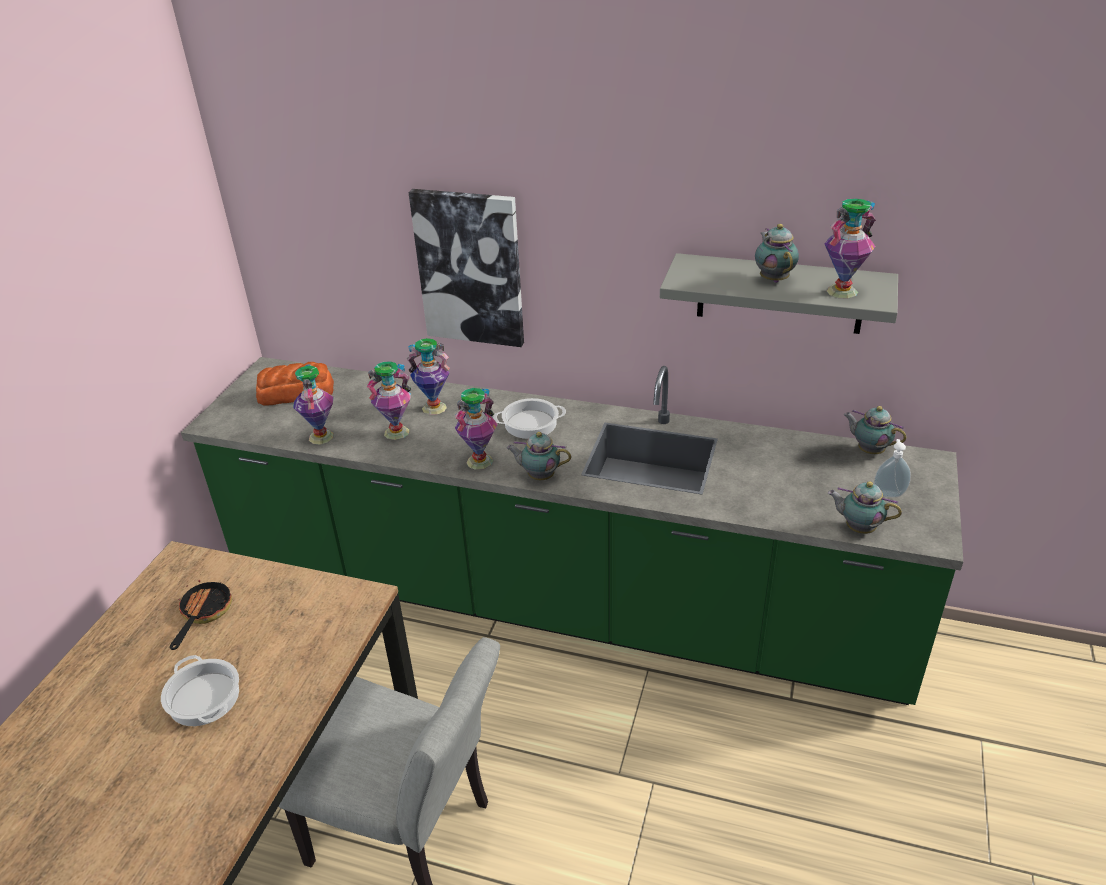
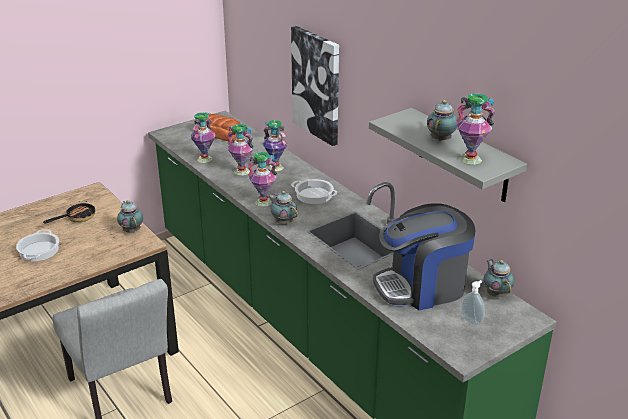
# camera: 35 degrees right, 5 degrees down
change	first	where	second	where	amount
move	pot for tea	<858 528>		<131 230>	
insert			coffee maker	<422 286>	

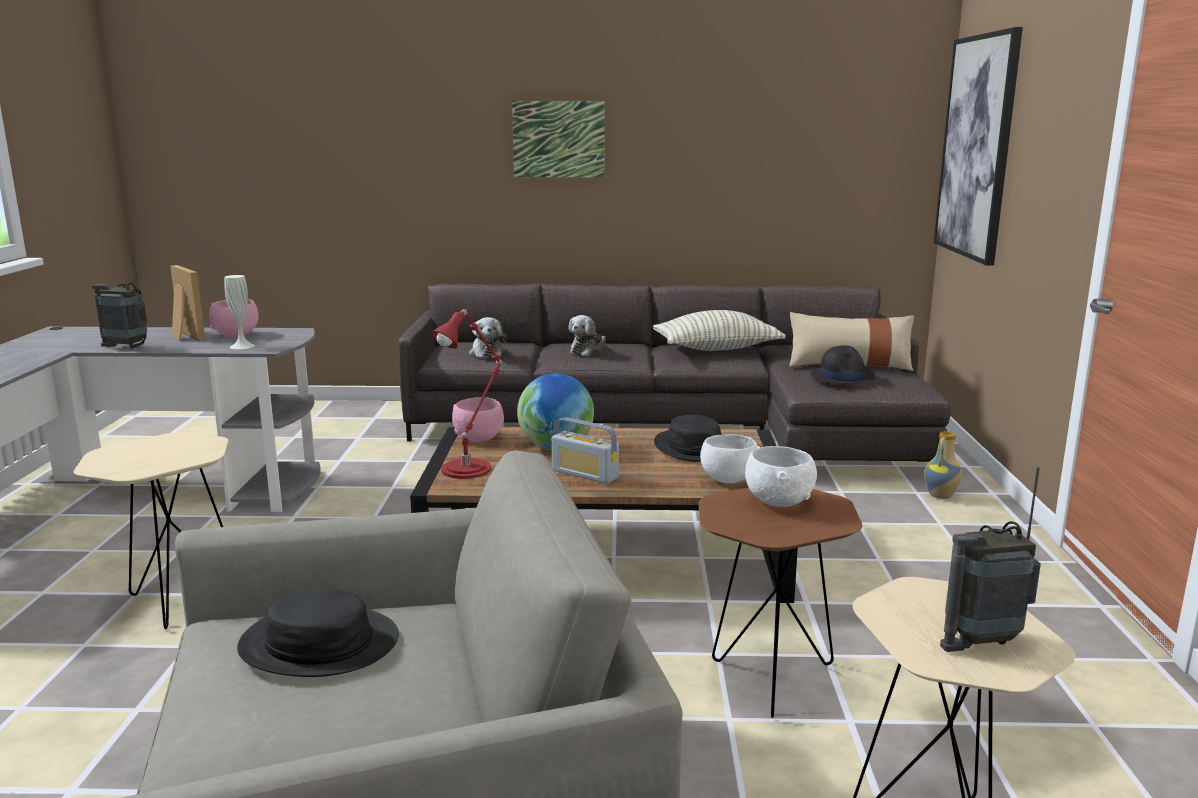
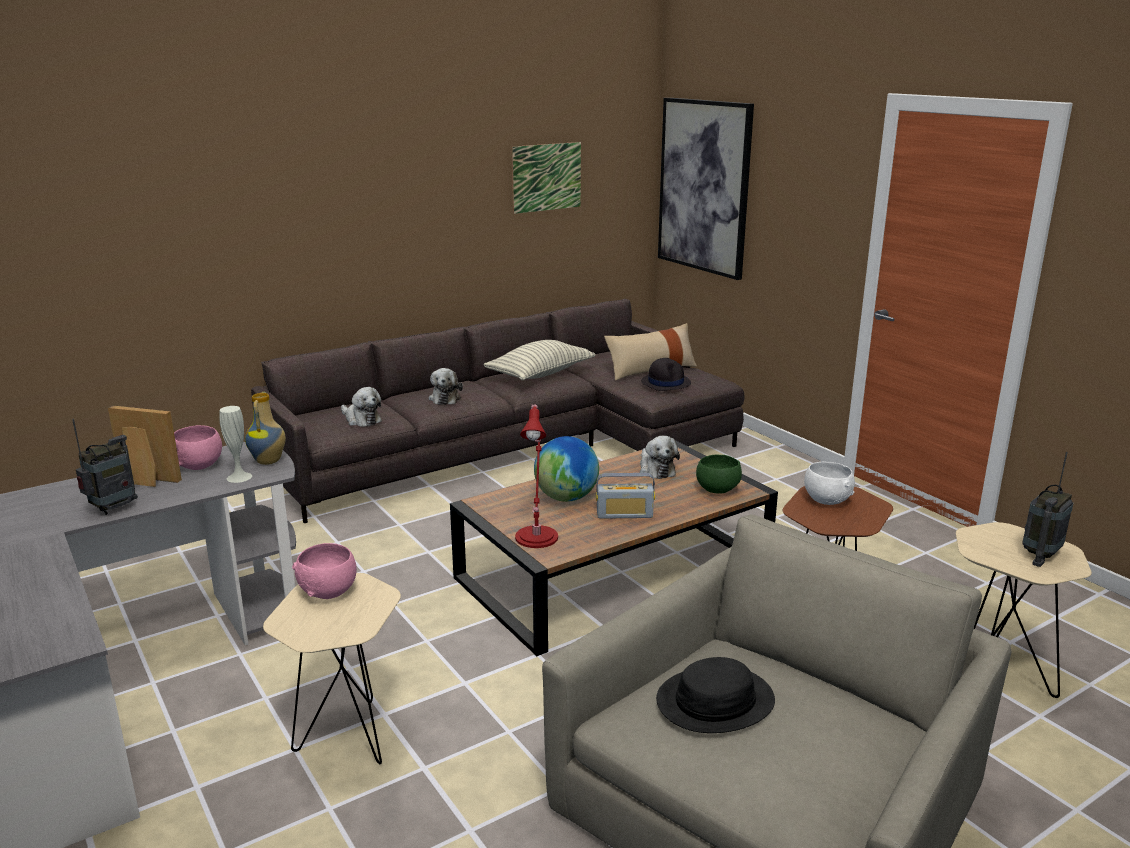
# camera: 35 degrees left, 5 degrees up
change	first	where	second	where	amount
rotate	radio	<127 347>		<113 509>	150 degrees clockwise
move	vase	<941 496>		<269 461>	
move	pink-coloured serving bowl	<479 438>		<329 592>	
move	wall picture	<558 139>		<546 177>	
replace	black clothing hat	<694 447>	soft toy	<656 469>	
recolor	white-coloured serving bowl	<727 479>	green serving bowl	<716 490>	

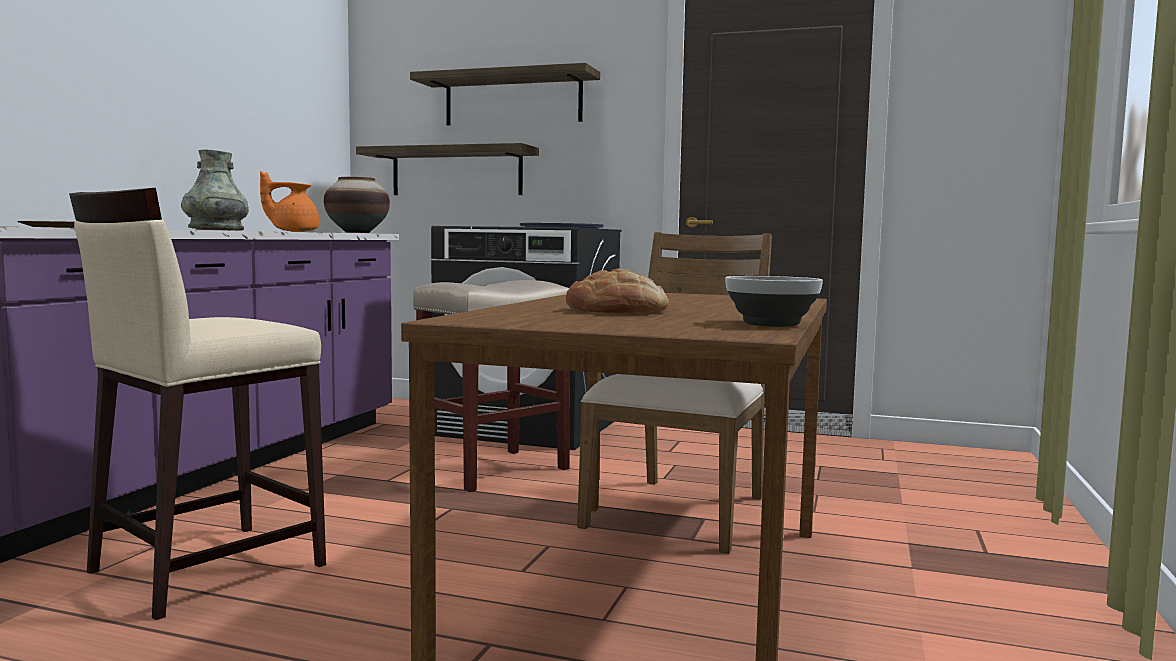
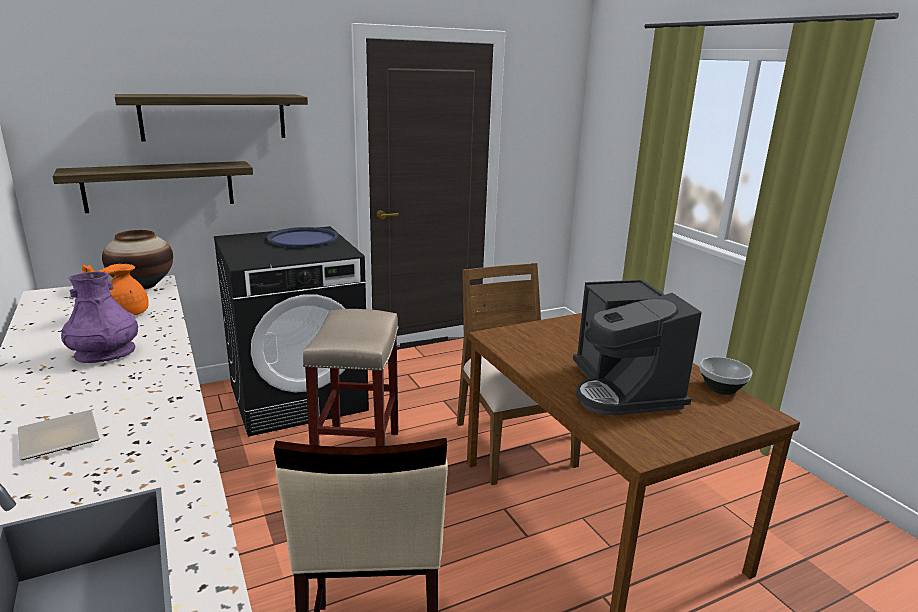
# camera: 45 degrees left, 15 degrees up
change	first	where	second	where	amount
recolor	gray vase	<216 230>	purple vase	<105 354>	
replace	bakery bread	<617 310>	coffee maker	<623 389>	

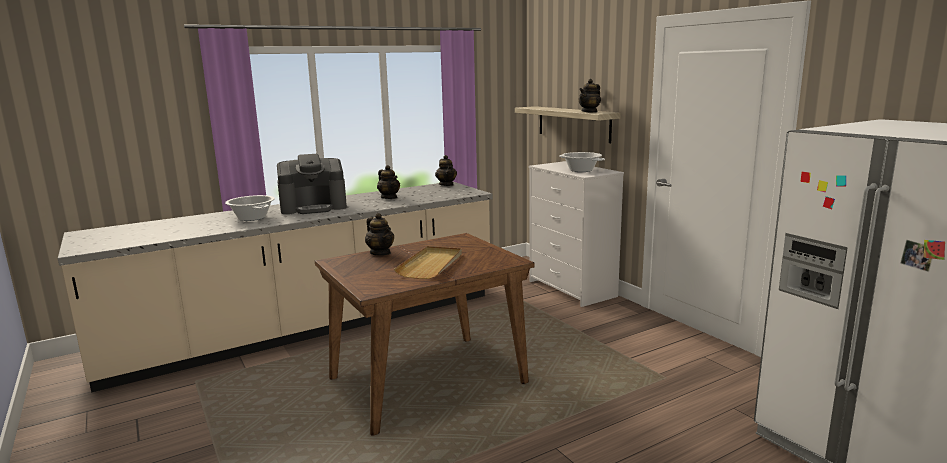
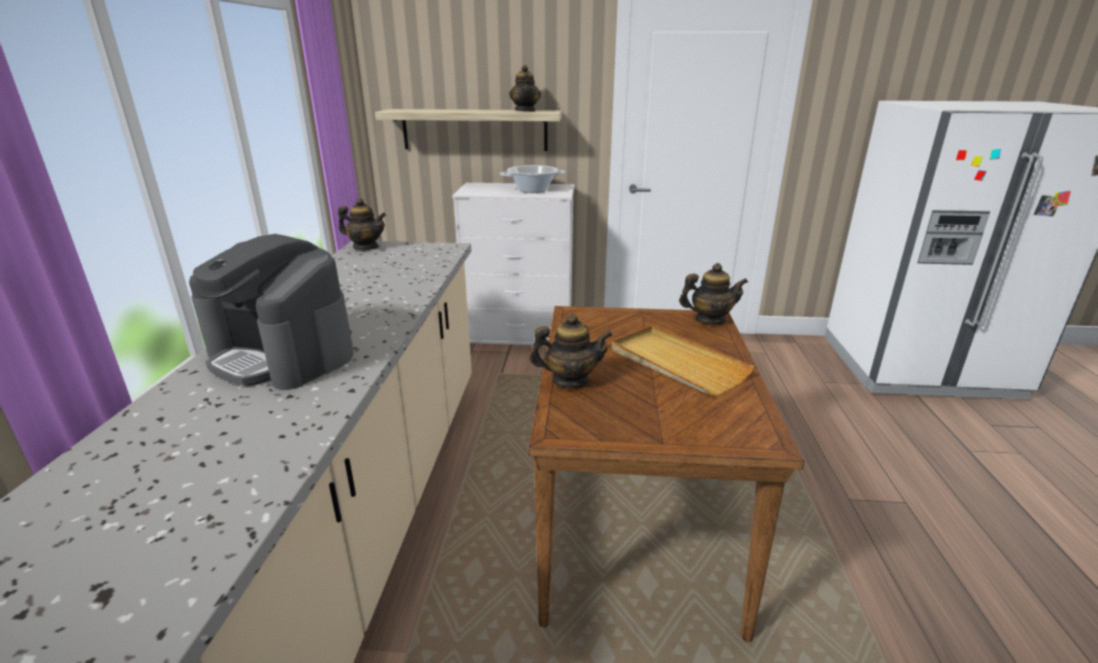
# camera: 55 degrees left, 10 degrees up
change	first	where	second	where	amount
rotate	coffee maker	<314 207>		<282 355>	105 degrees clockwise
move	pot for tea	<389 197>		<709 320>	
delete	stockpot	<252 218>			

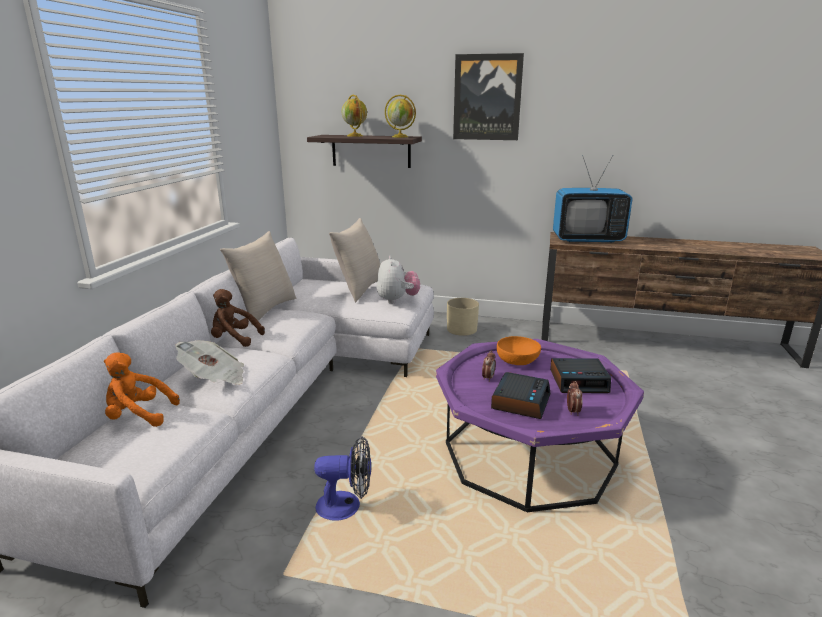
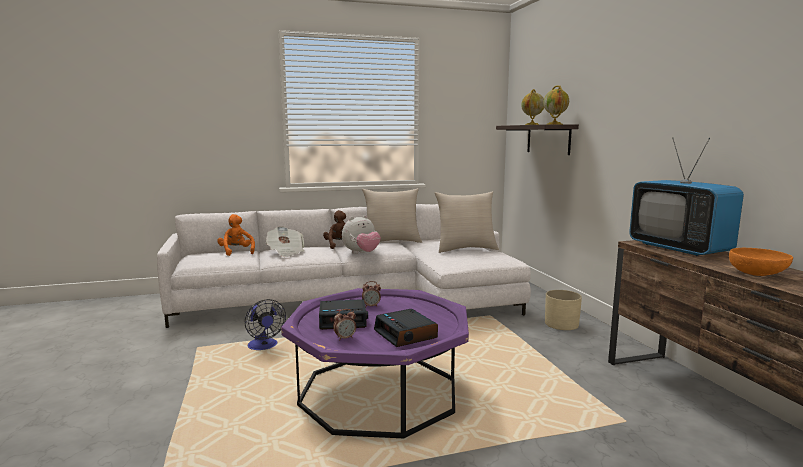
# camera: 60 degrees right, 10 degrees down
change	first	where	second	where	amount
move	soft toy	<397 300>		<361 253>	
move	orange-coloured serving bowl	<517 361>		<758 274>	
delete	wall picture	<487 97>			

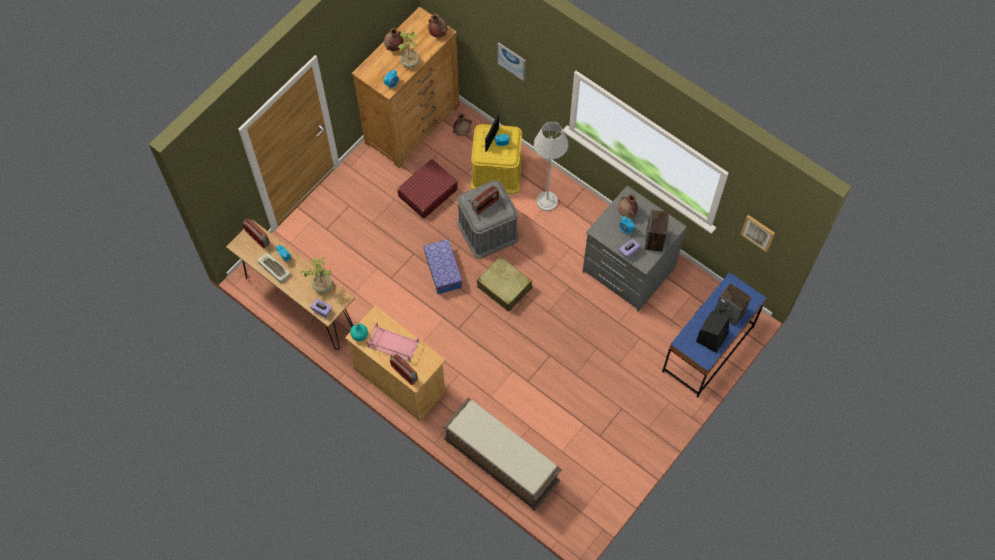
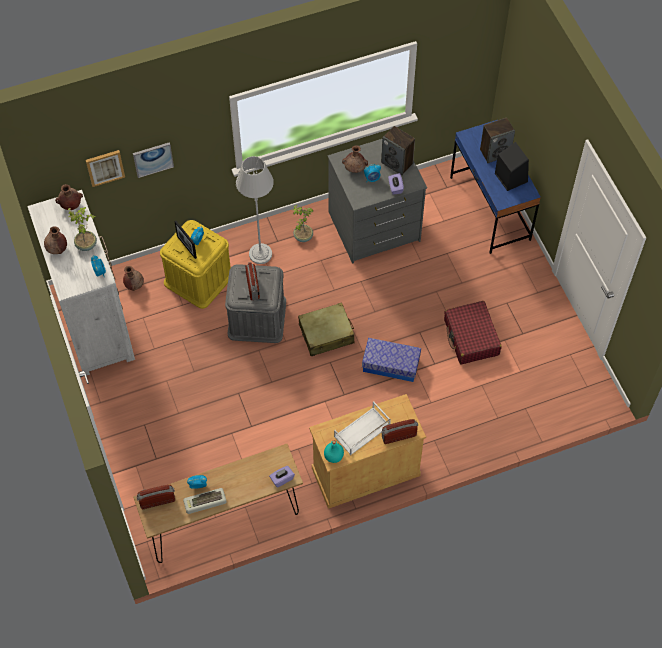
# camera: 60 degrees left, 5 degrees down
change	first	where	second	where	amount
recolor	brownish dresser	<413 124>	white-coloured dresser	<94 323>	
move	wall picture	<758 232>		<105 167>	
move	houseplant	<322 285>		<302 236>	
recolor	pink-coloured carrying tray	<392 344>	white-coloured carrying tray	<362 432>	
move	storage container	<443 270>		<390 365>	
move	red-coloured suitcase	<427 193>		<471 337>	
delete	brownish long seat	<500 462>			

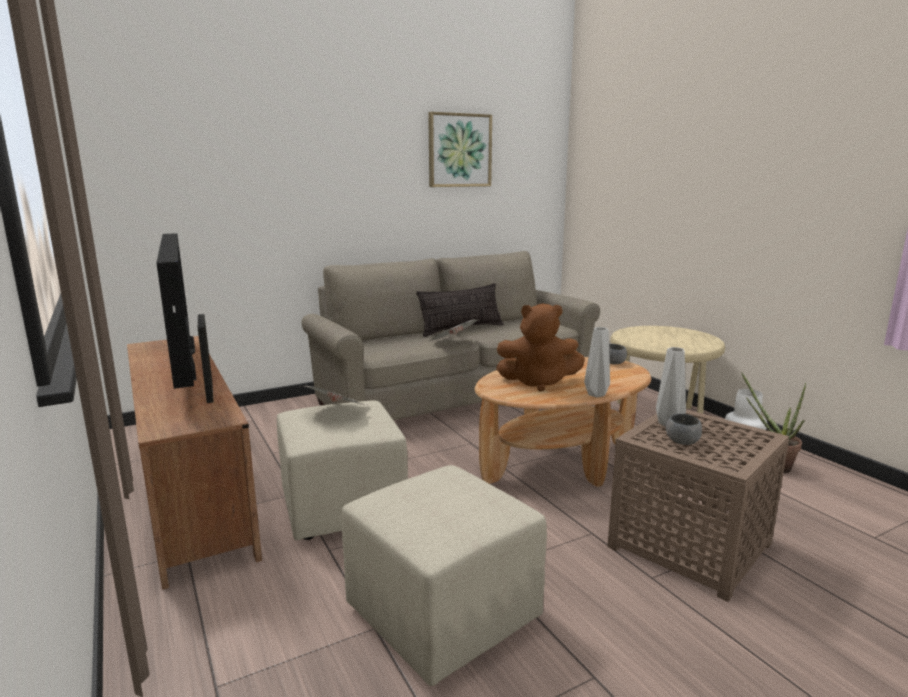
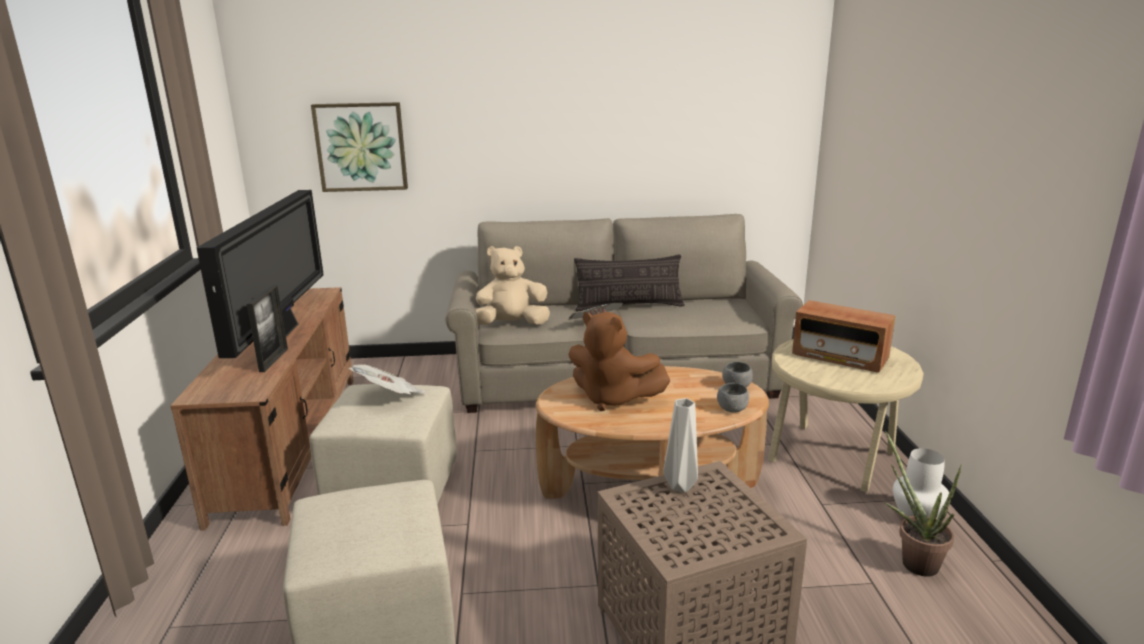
# camera: 25 degrees right, 5 degrees up
change	first	where	second	where	amount
move	wall picture	<459 150>		<361 147>	
insert			sand-coloured soft toy	<511 325>	
move	gray serving bowl	<682 442>		<732 409>	
insert			radio	<839 357>	
delete	gray vase	<597 394>			

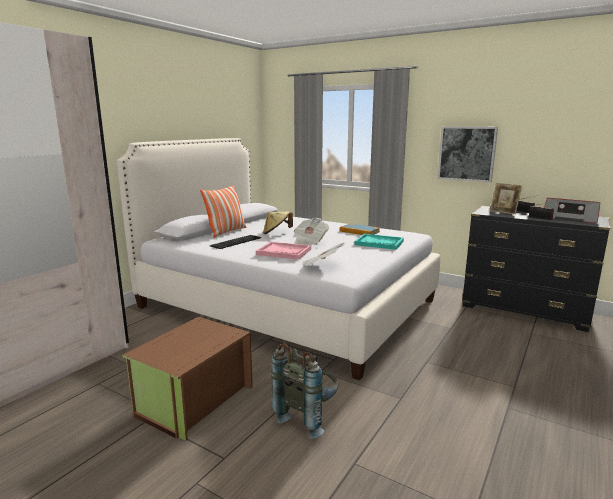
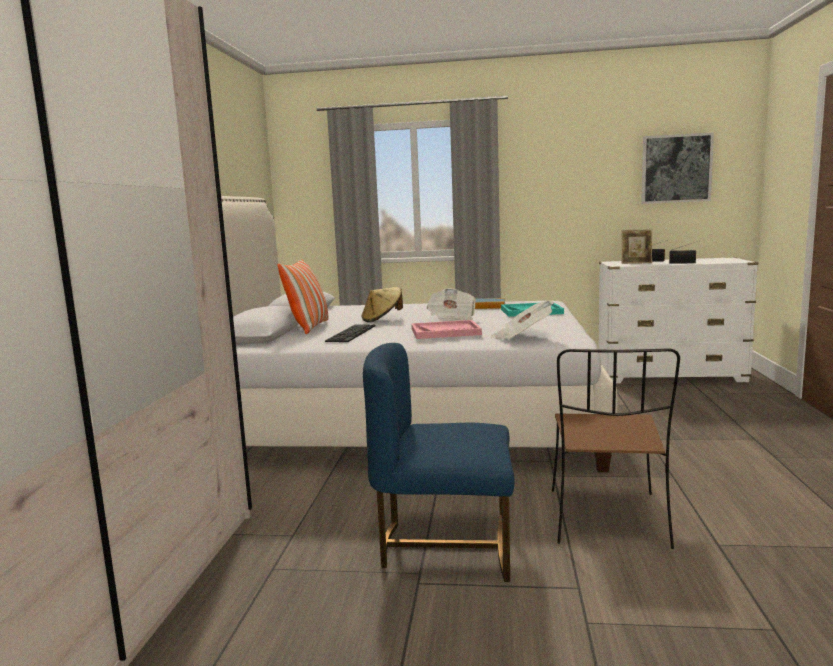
# camera: 25 degrees left, 5 degrees down
change	first	where	second	where	amount
replace	brownish storage container	<193 400>	blue chair	<446 545>	
replace	gray rucksack	<308 416>	brownish chair	<608 520>	
recolor	black dresser	<525 310>	white-coloured dresser	<670 376>	
move	wall picture	<467 153>		<676 168>	
delete	radio	<570 218>			

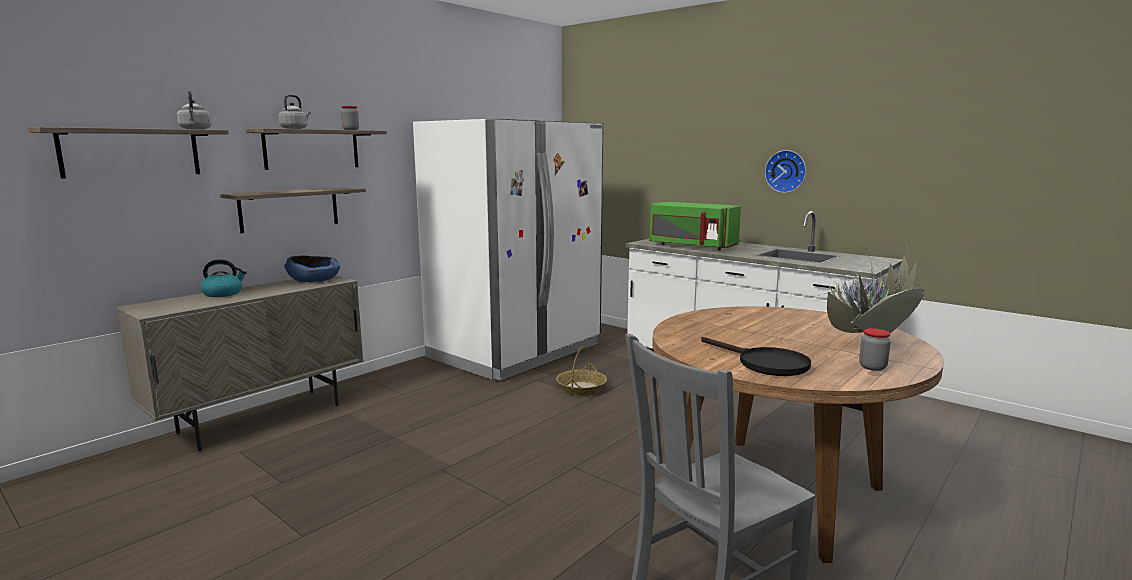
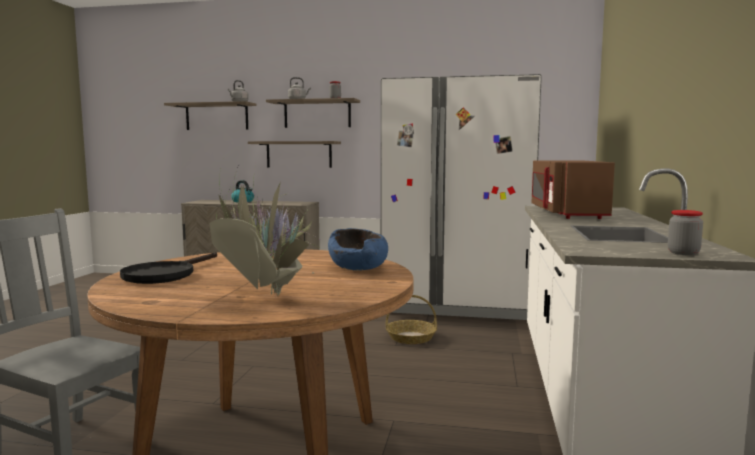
# camera: 60 degrees right, 5 degrees down
change	first	where	second	where	amount
move	blue serving bowl	<314 280>		<358 267>	
recolor	green microwave	<691 246>	brownish microwave	<566 213>	
move	jar	<872 367>		<683 253>	
delete	wall clock	<786 171>			

